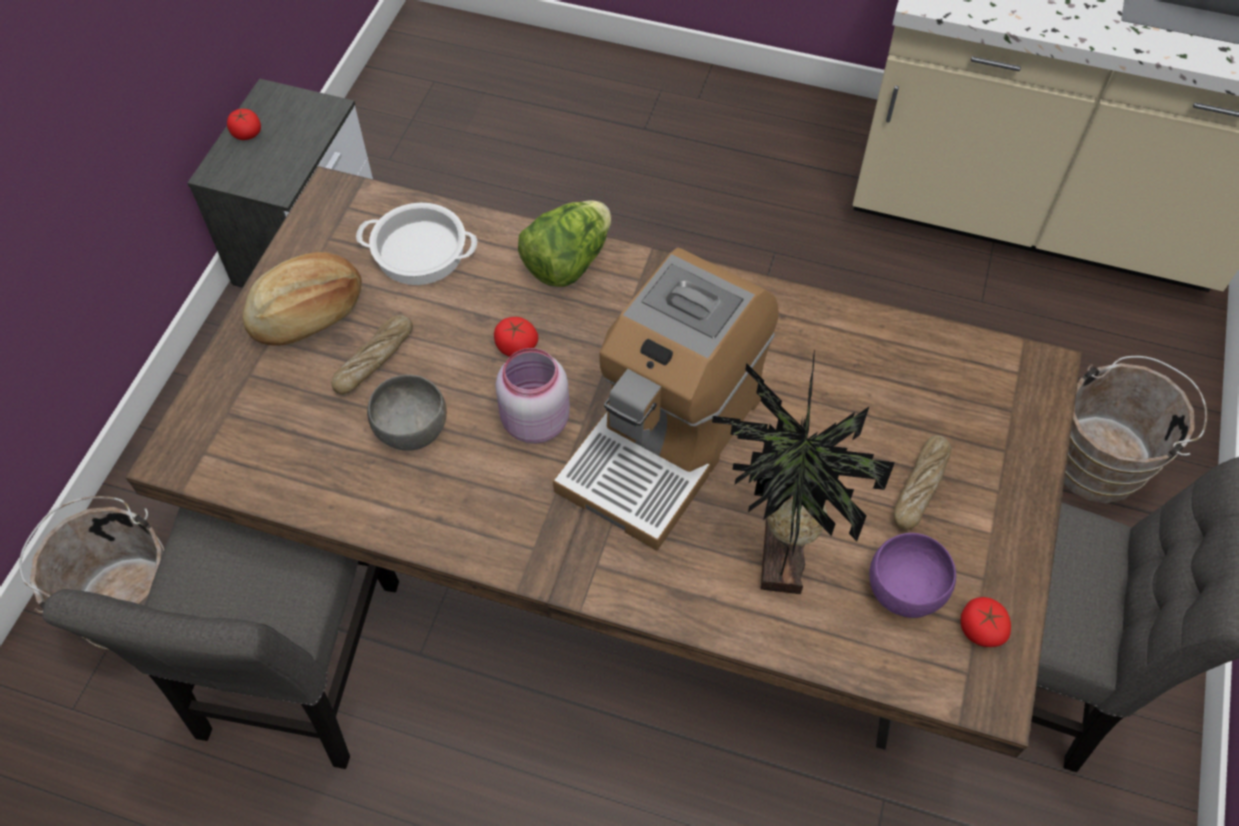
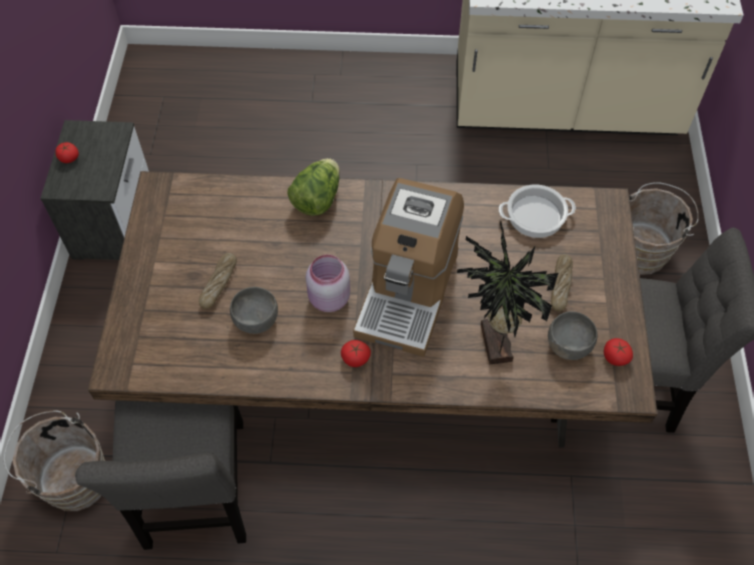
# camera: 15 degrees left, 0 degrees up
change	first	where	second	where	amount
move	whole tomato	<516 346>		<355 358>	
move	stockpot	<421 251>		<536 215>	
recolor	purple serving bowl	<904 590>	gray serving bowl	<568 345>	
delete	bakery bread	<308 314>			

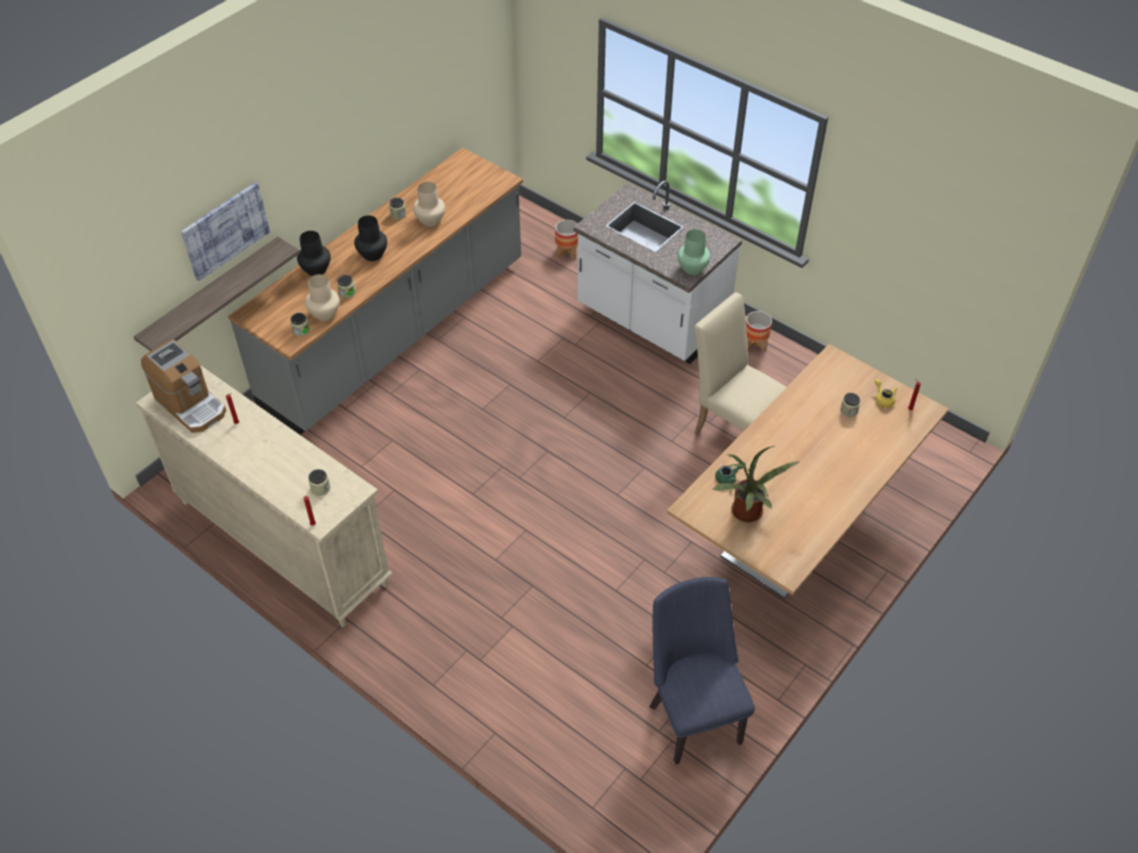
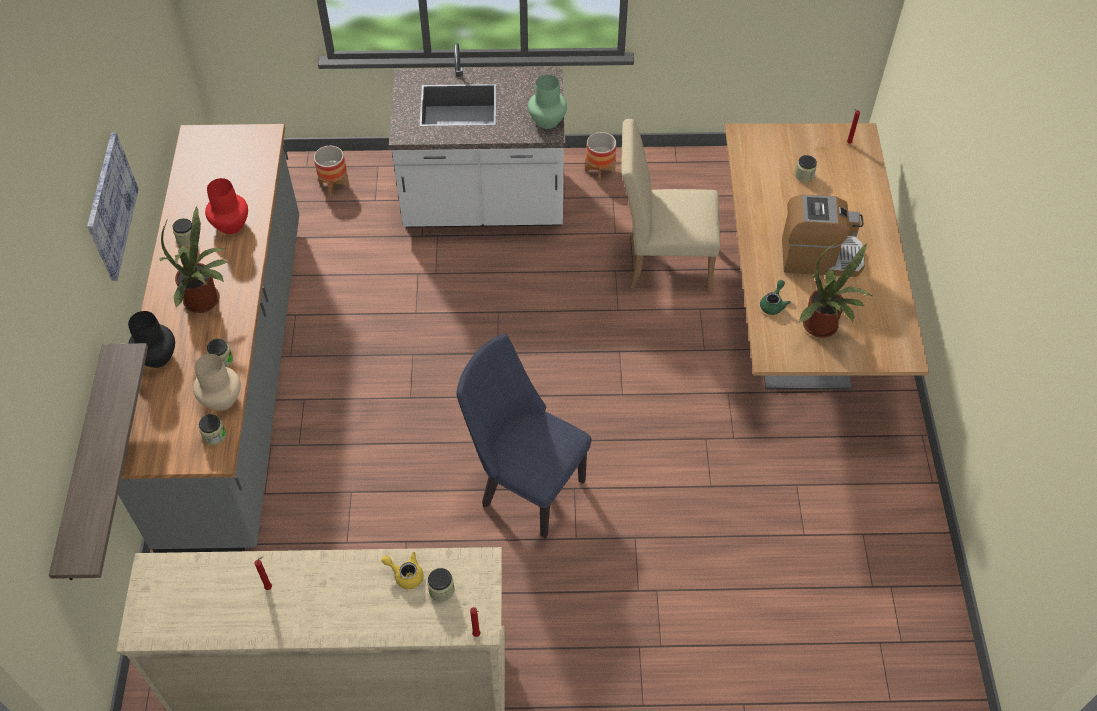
# camera: 40 degrees left, 5 degrees up
change	first	where	second	where	amount
move	wall picture	<225 230>		<110 206>	
replace	black vase	<372 255>	houseplant	<206 301>	
recolor	sand-coloured vase	<430 220>	red-coloured vase	<231 224>	
move	yellow pot for tea	<883 399>		<405 574>	
move	blue chair	<692 716>		<526 487>	
move	coffee maker	<190 404>		<819 257>	

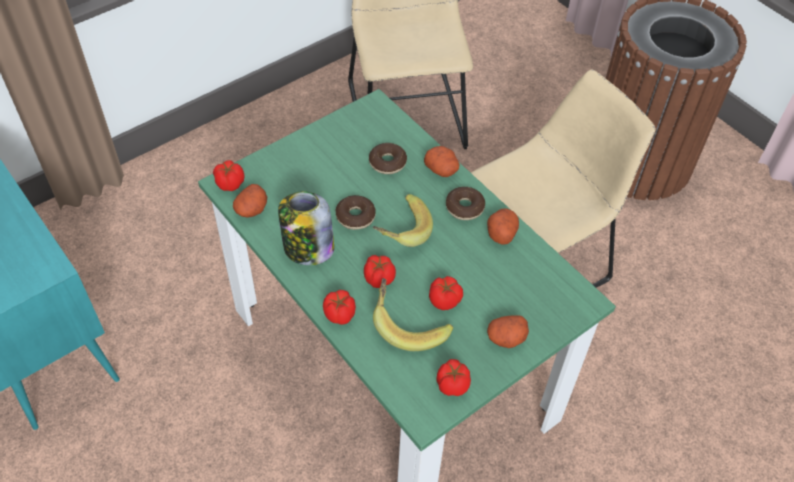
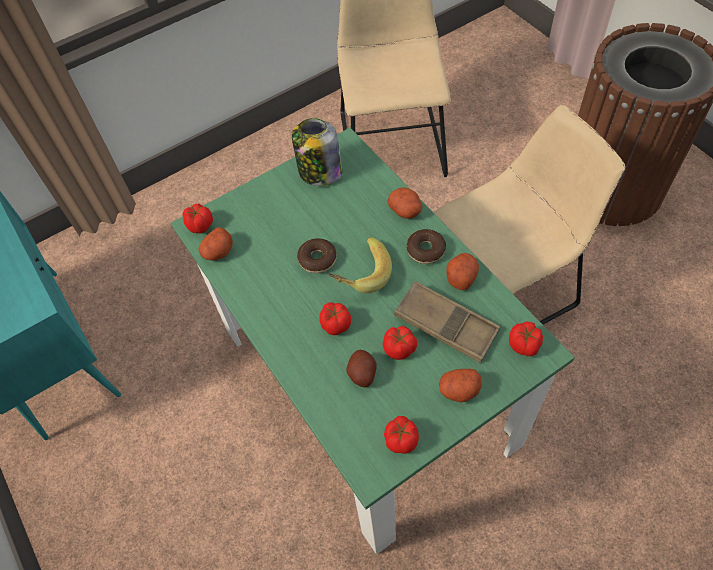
# camera: 10 degrees right, 5 degrees up
change	first	where	second	where	amount
move	jar	<307 248>		<319 172>	
replace	banana	<409 324>	whole potato	<362 373>	
insert			brownish carrying tray	<446 325>	
move	whole tomato	<340 315>		<524 345>	
delete	donut	<387 163>			

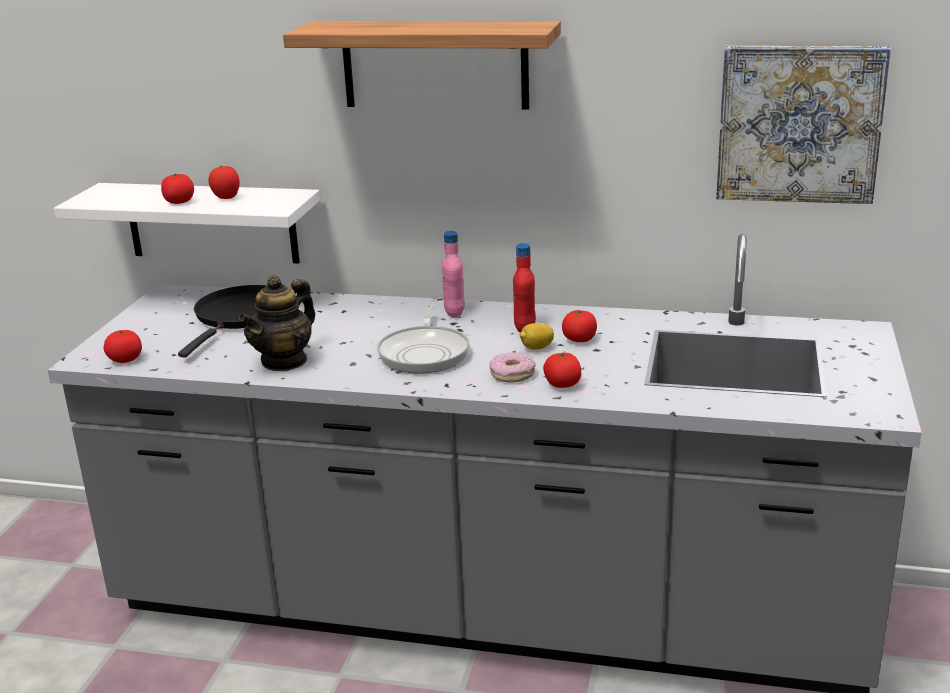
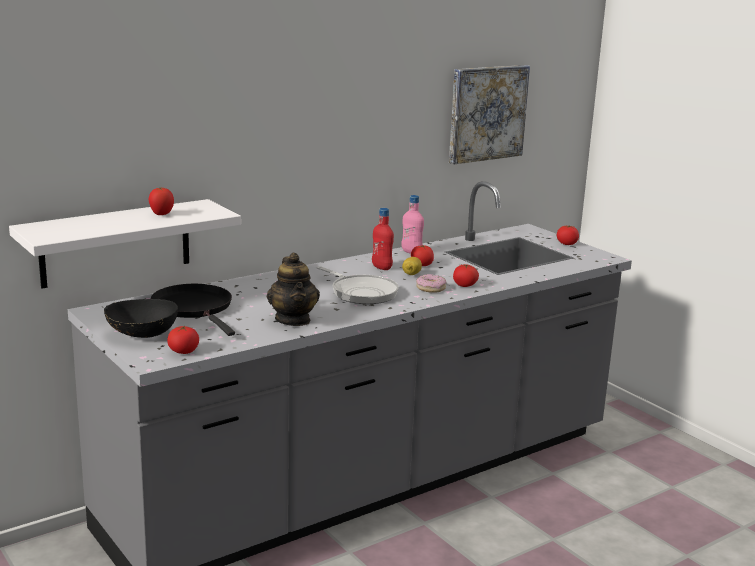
# camera: 50 degrees left, 5 degrees down
change	first	where	second	where	amount
insert			black serving bowl	<141 335>	
move	pink-coloured bottle	<454 313>		<411 252>	
move	whole tomato	<179 202>		<566 244>	
delete	bracket shelf	<435 65>			

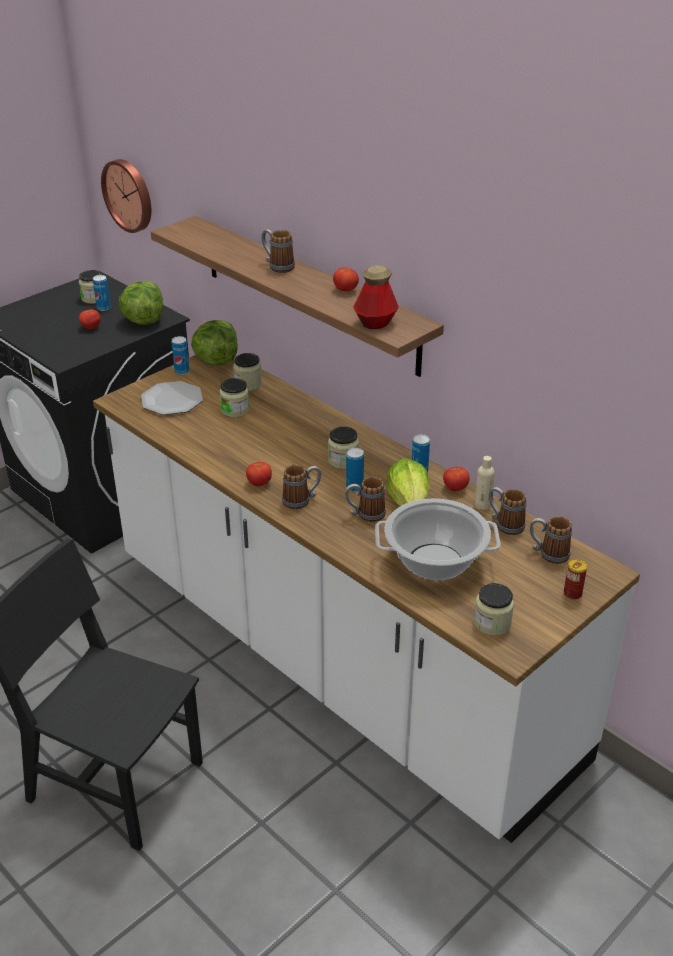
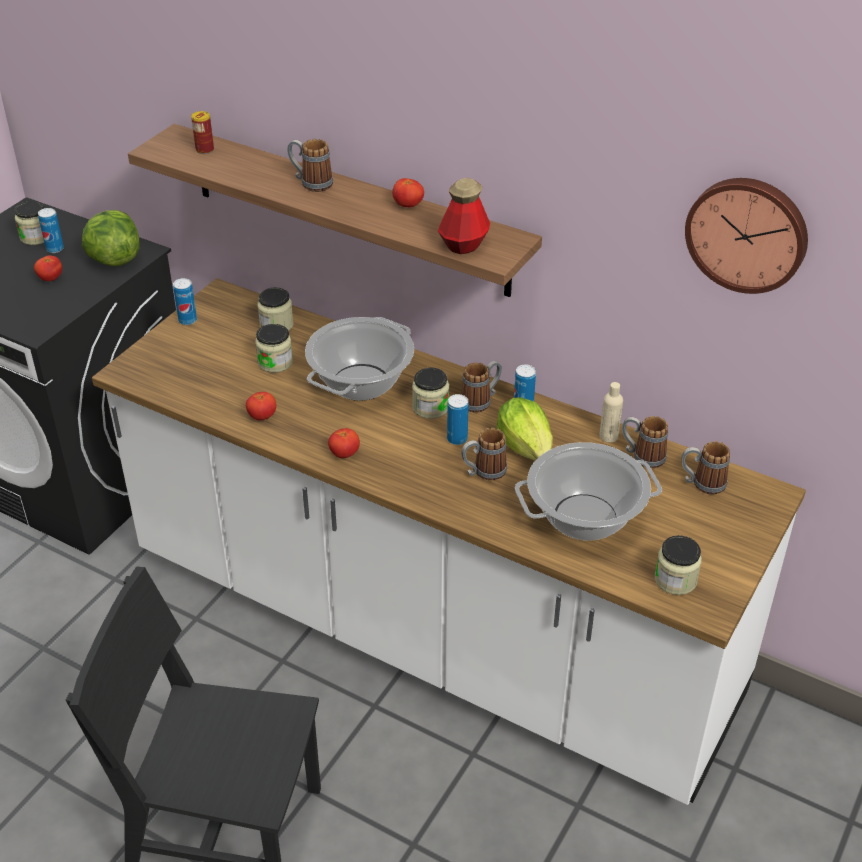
# camera: 15 degrees left, 5 degrees up
change	first	where	second	where	amount
move	sealed can	<572 594>		<204 150>	
move	whole tomato	<455 488>		<262 416>	
insert			stockpot	<361 382>	
move	tea mug	<301 500>		<481 401>	
move	wall clock	<129 195>		<747 233>	
delete	flat dish	<172 400>			
delete	lettuce head	<216 360>			

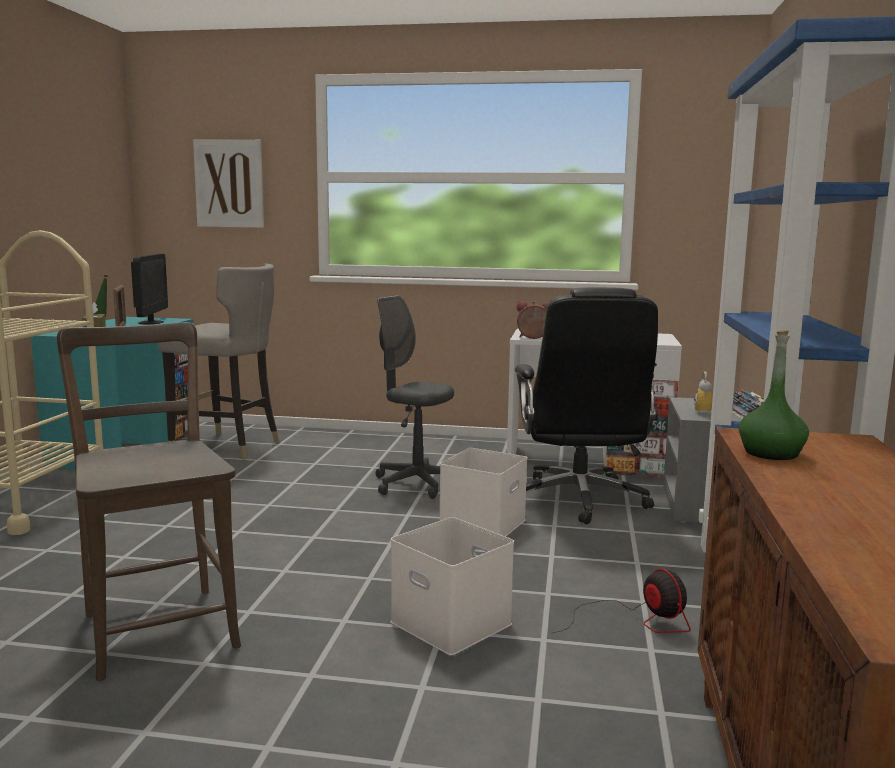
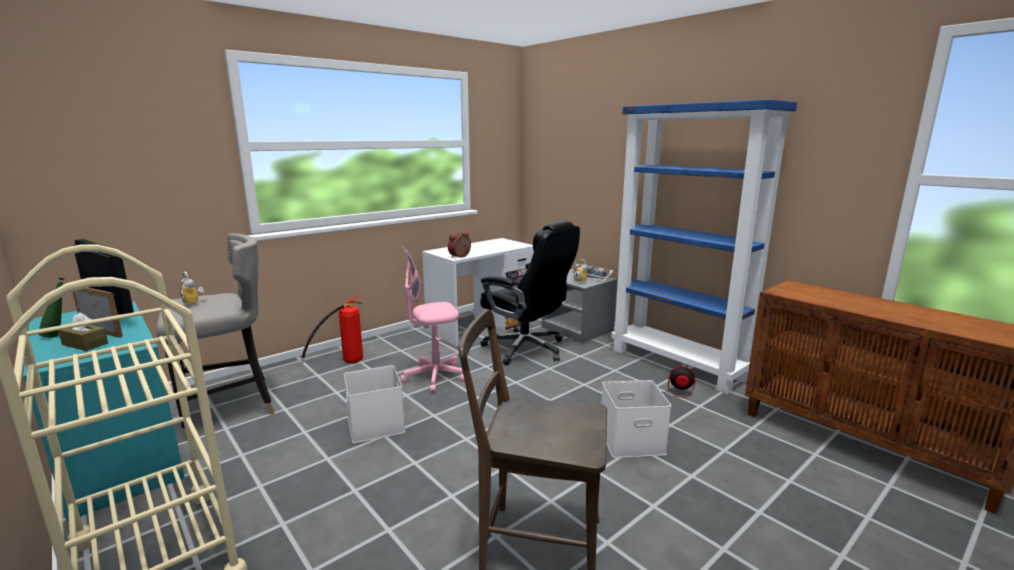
# camera: 50 degrees left, 5 degrees up
change	first	where	second	where	amount
insert			bedside clock	<194 303>	
insert			fire extinguisher	<343 363>	
move	white-coloured storage container	<482 523>		<374 424>	
recolor	gray computer chair	<415 484>	pink-coloured computer chair	<434 377>	
delete	wall picture	<229 184>			
delete	green bottle	<770 453>			

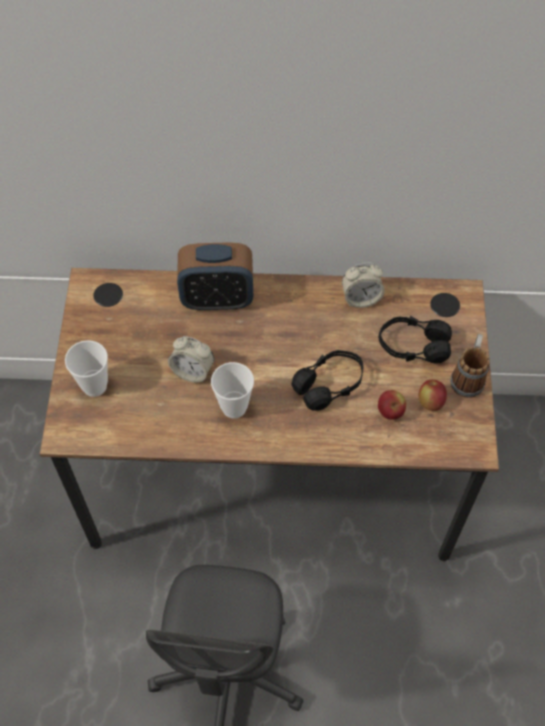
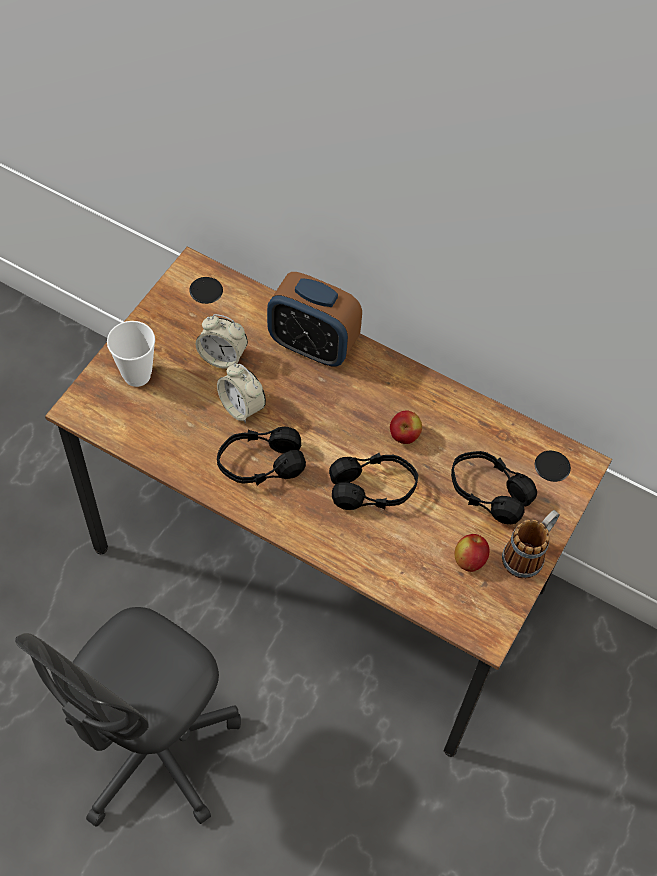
# camera: 25 degrees right, 0 degrees up
change	first	where	second	where	amount
move	bedside clock	<361 298>		<222 357>	
replace	small cup	<234 407>	black headset	<260 464>	
move	apple	<390 411>		<404 436>	

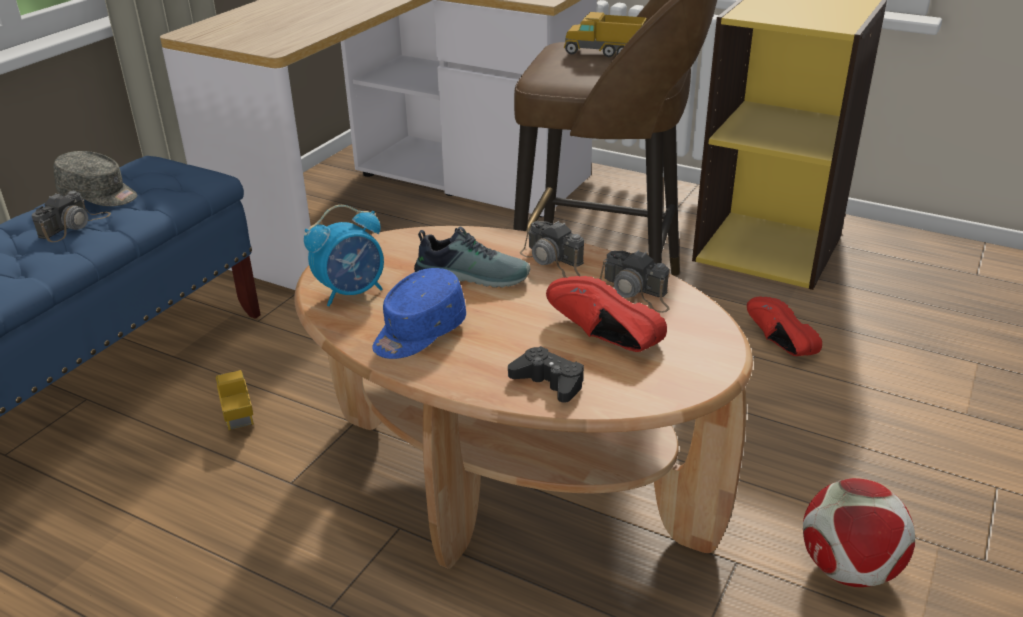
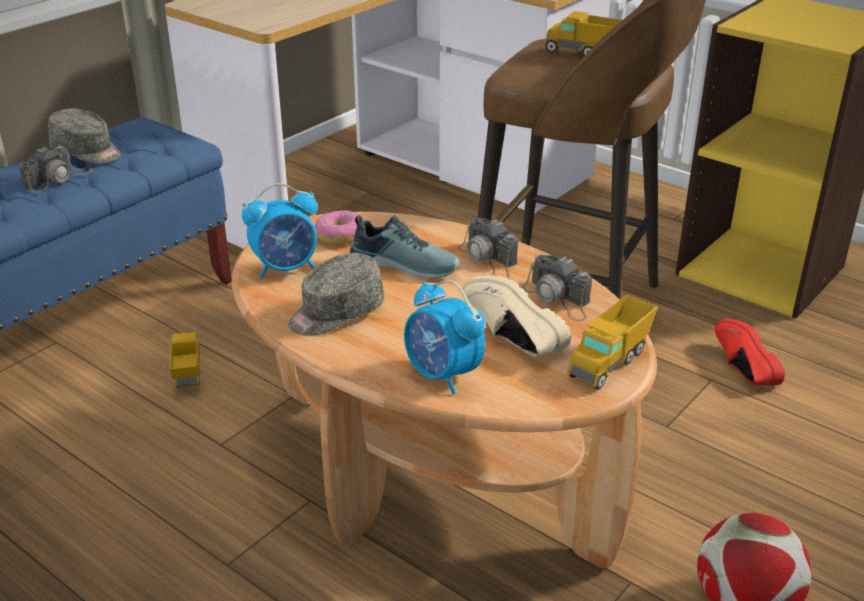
# camera: 10 degrees right, 0 degrees up
change	first	where	second	where	amount
recolor	blue cap	<418 332>	gray cap	<335 313>	
insert			donut	<340 236>	
replace	black gamepad	<549 382>	bedside clock	<443 375>	
recolor	red-coloured shoe	<599 337>	sand-coloured shoe	<507 338>	
insert			toy lorry	<609 362>	

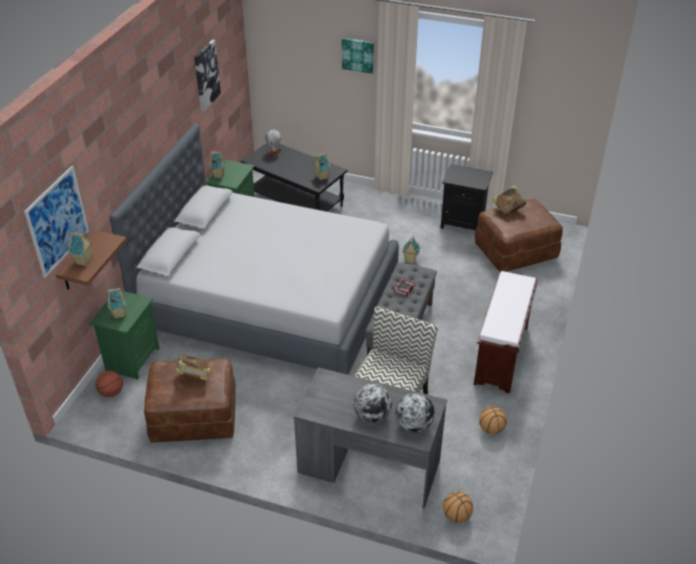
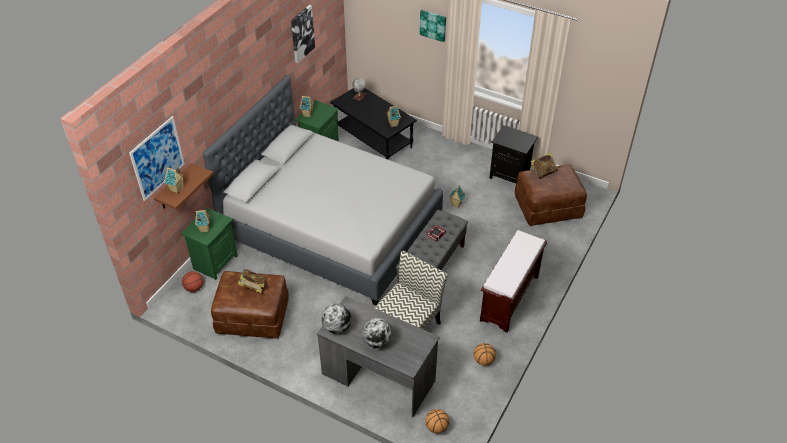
# camera: 10 degrees right, 5 degrees up
change	first	where	second	where	amount
move	world globe	<414 425>		<337 327>	

